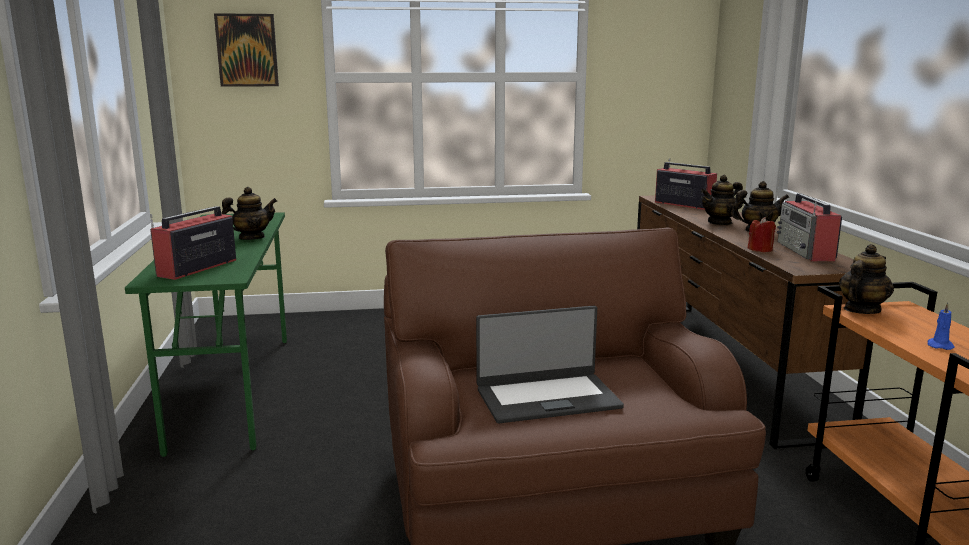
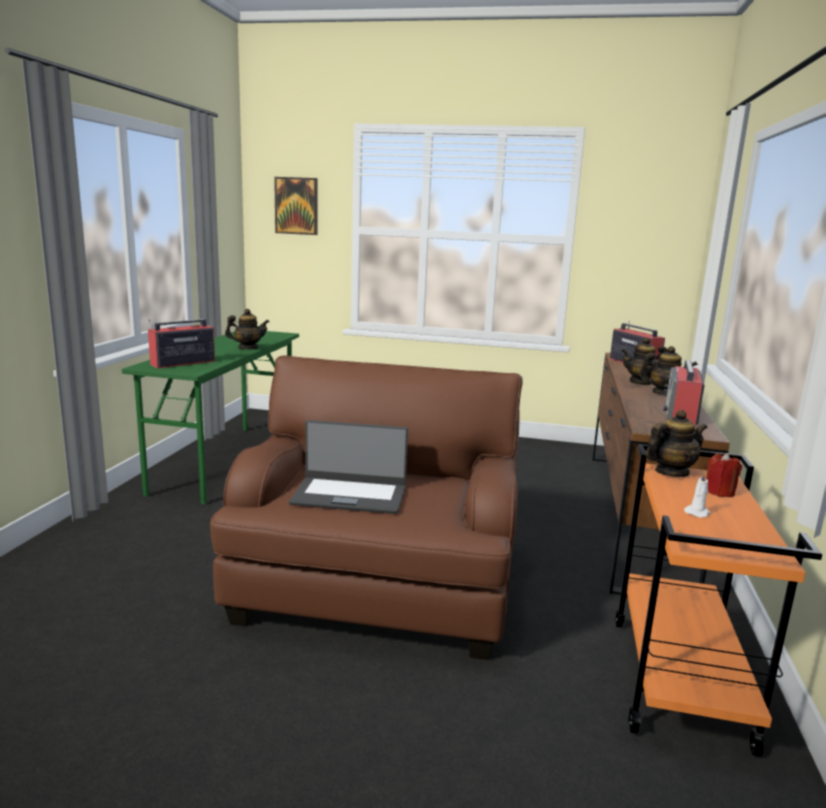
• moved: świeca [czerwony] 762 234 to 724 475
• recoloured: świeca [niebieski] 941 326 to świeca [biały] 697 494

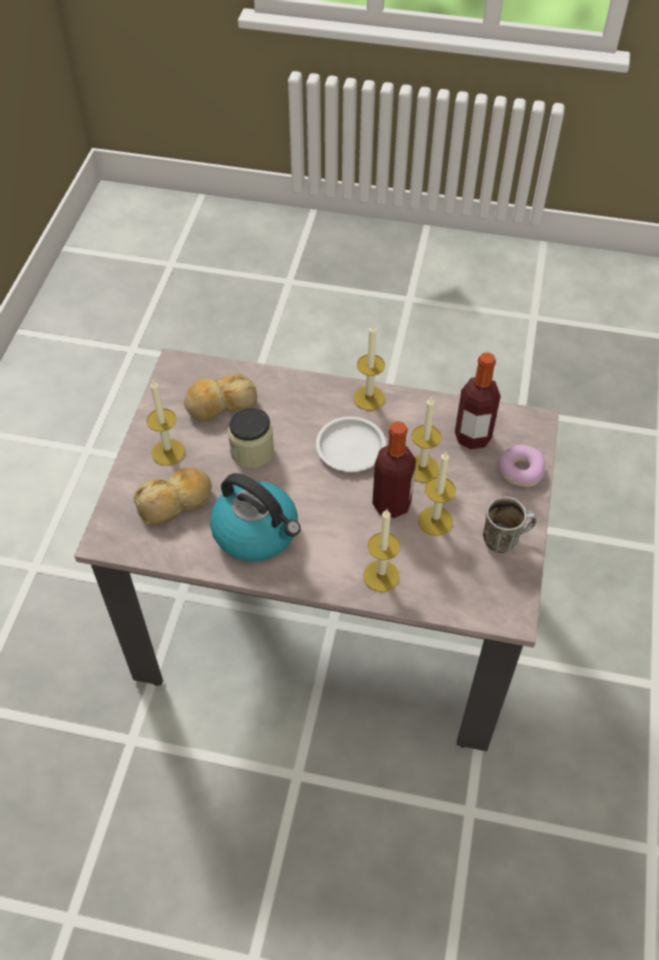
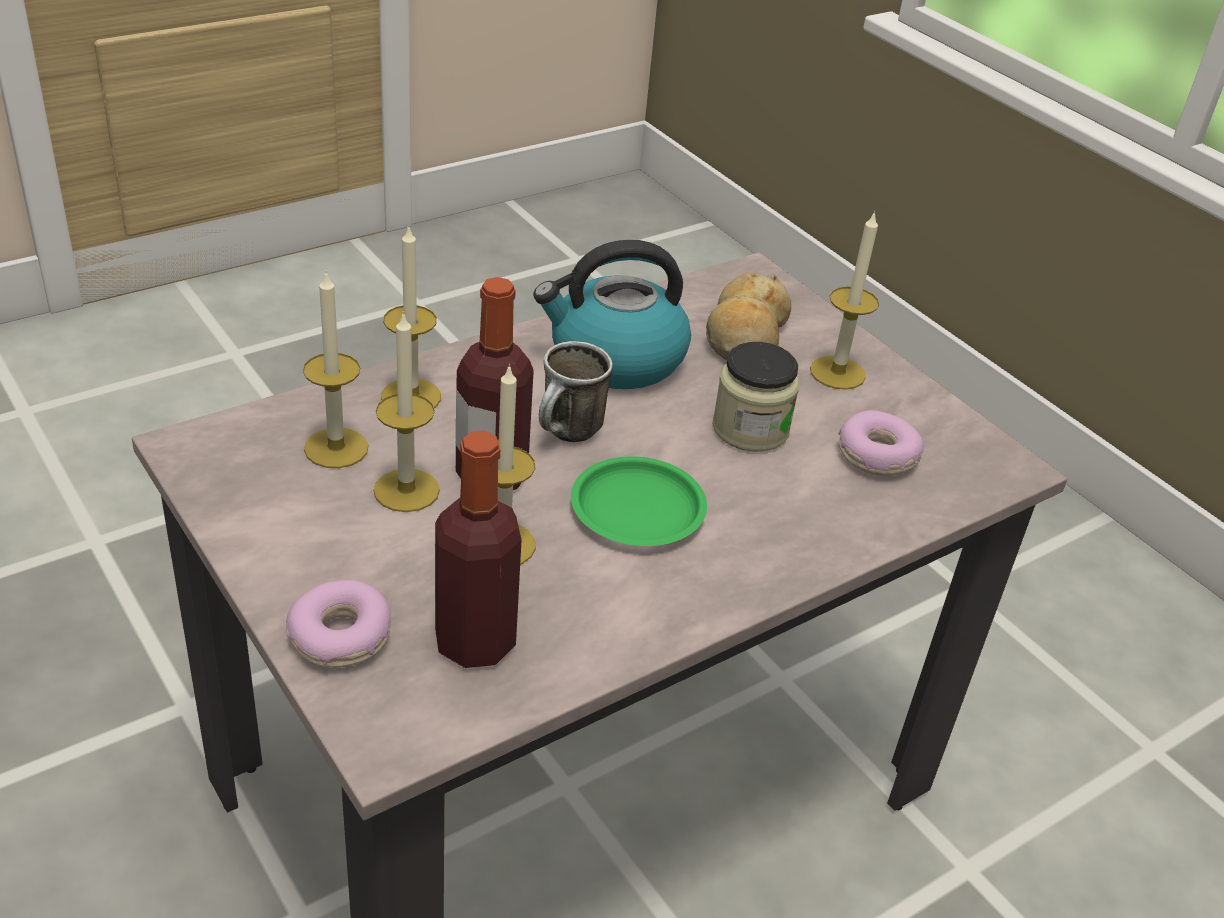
• replaced: chleb 220 398 to donut 881 443
• recoloured: talerz [biały] 351 444 to talerz [zielony] 639 501
• moved: świeca 369 367 to 336 370
• moved: kubek 510 525 to 576 391

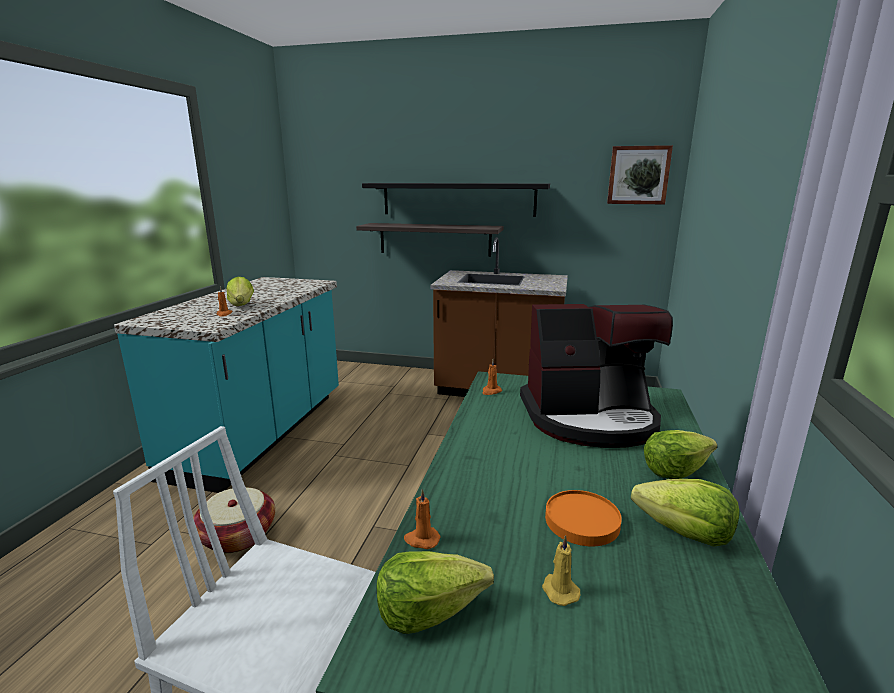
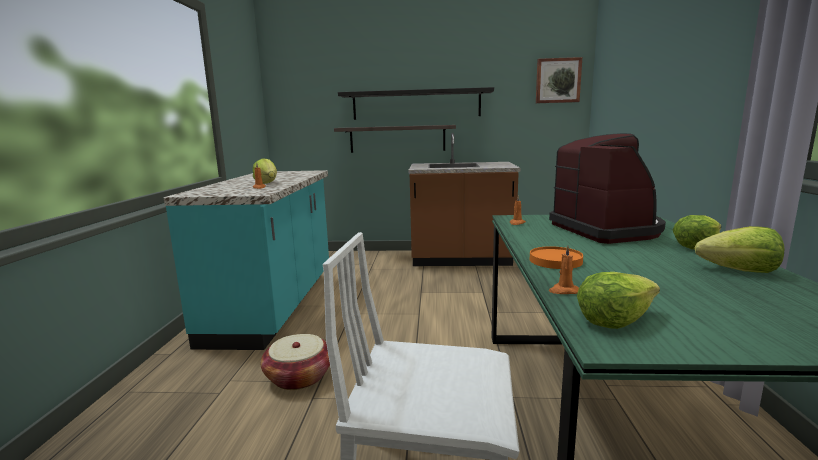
• turned: ekspres do kawy 596 376 = 607 188 90 degrees counterclockwise
• removed: świeca [żółty] 561 570
• moved: talerz [pomarańczowy] 583 518 to 556 257

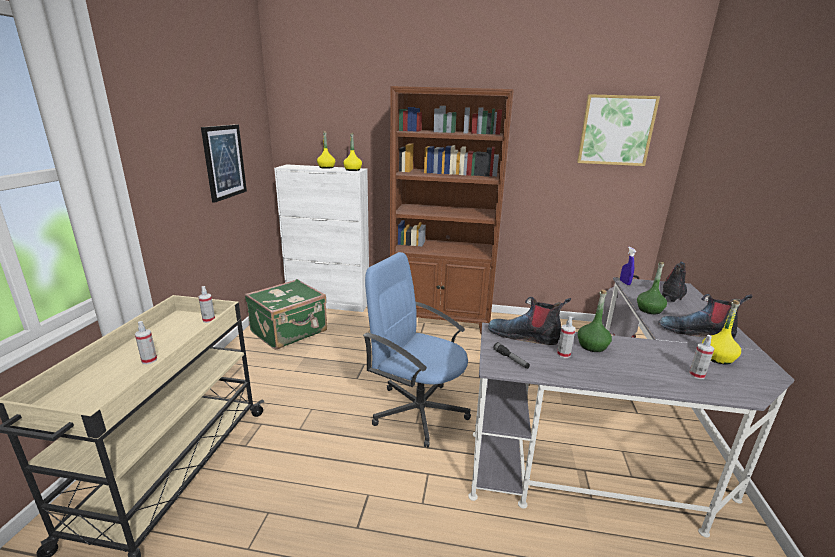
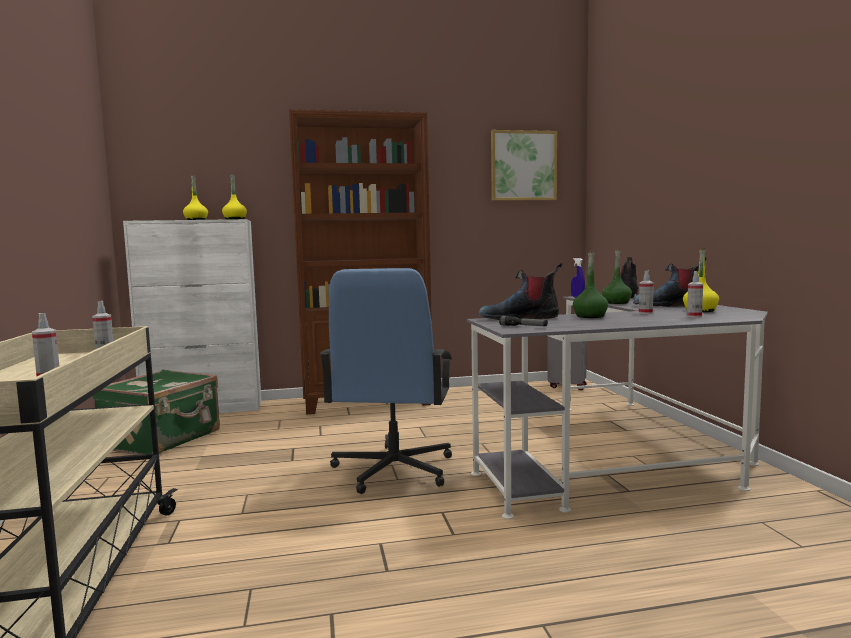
• removed: obraz 224 163
• turned: krzesło biurowe [niebieski] 417 350 = 385 381 90 degrees counterclockwise
• moved: spryskiwacz 566 337 to 646 292

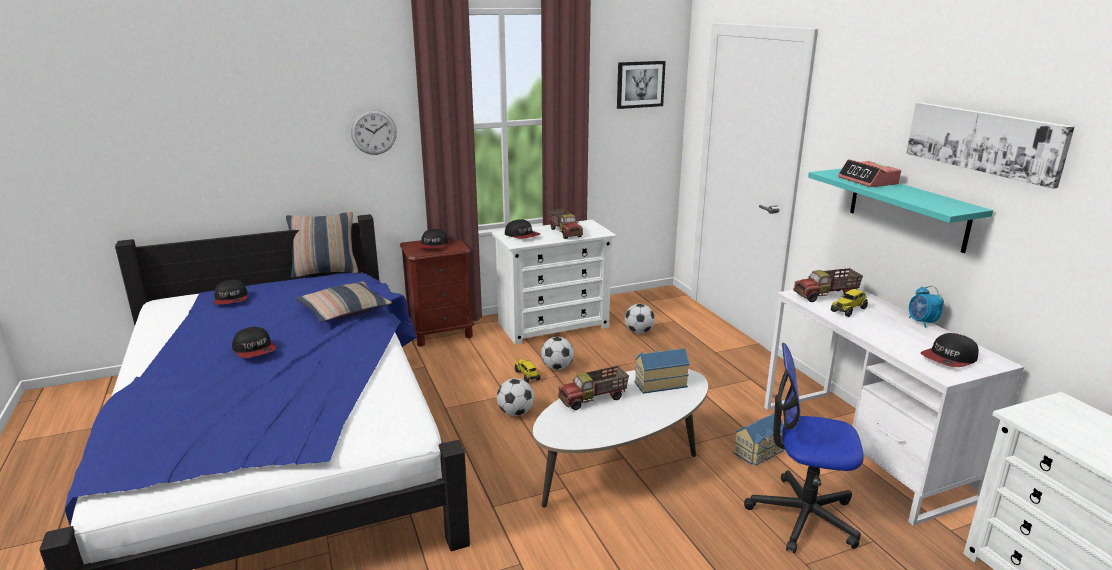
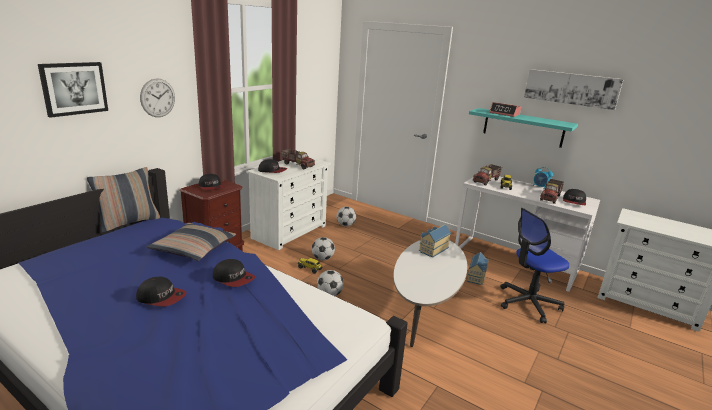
• moved: czapka z daszkiem 231 292 to 234 273
• moved: ciężarówka zabawkowa 593 388 to 552 191
• moved: obraz 641 85 to 73 90

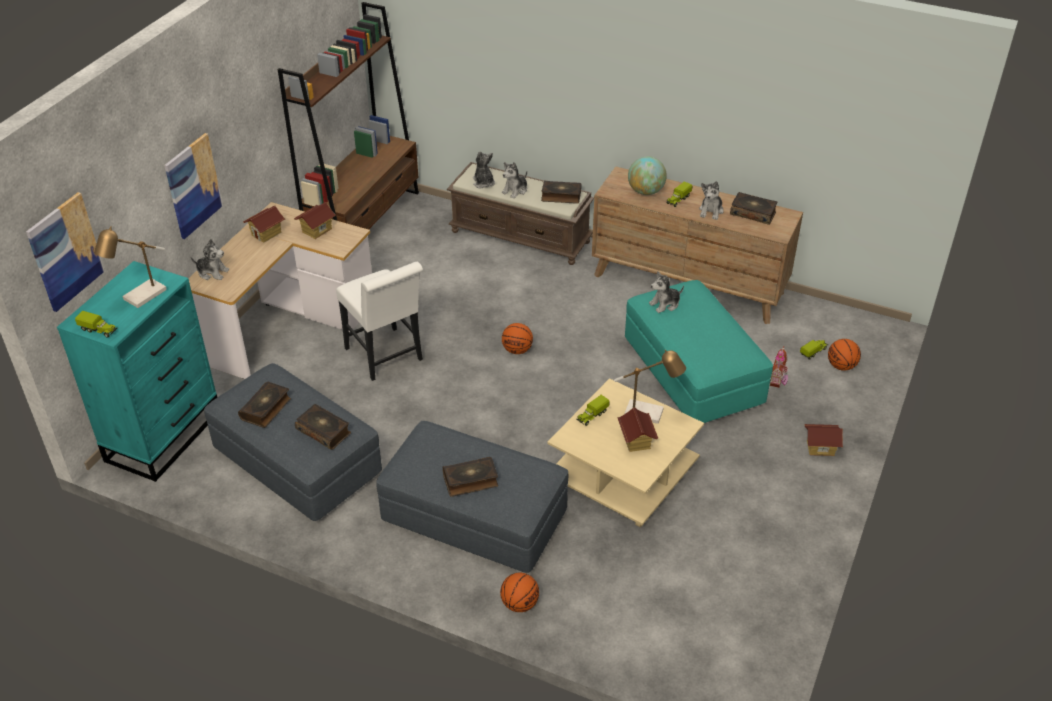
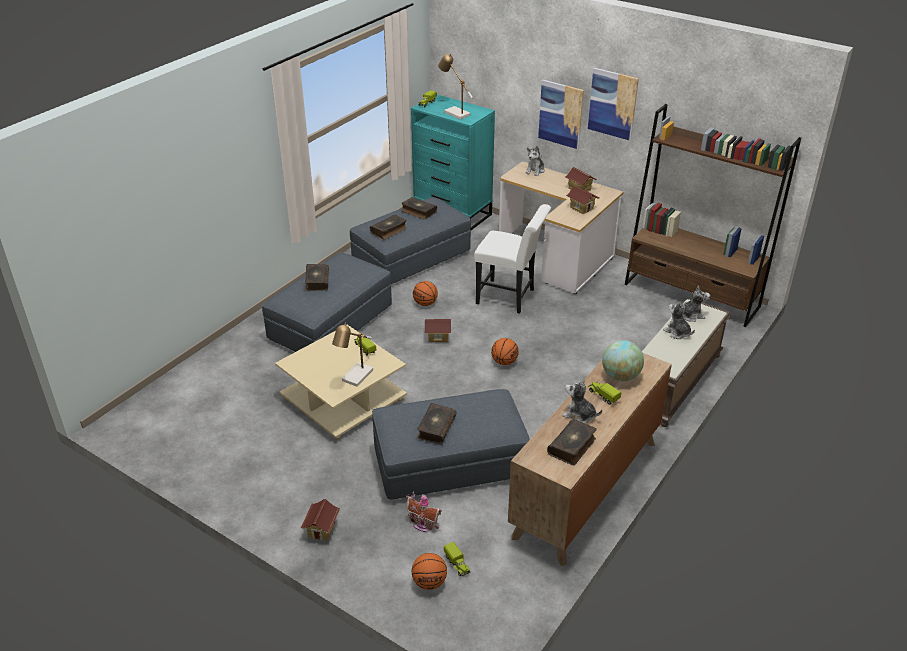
• moved: obraz 65 252 to 613 104
• turned: krzesło [biały] 379 321 = 512 258 135 degrees counterclockwise
• moved: piłka do koszykówki 519 592 to 425 293
• moved: książka 561 192 to 436 423
• moved: domek 637 429 to 438 330
• recoloured: pufa [turkusowy] 699 351 to pufa [szary] 451 444
• removed: pluszak 666 292

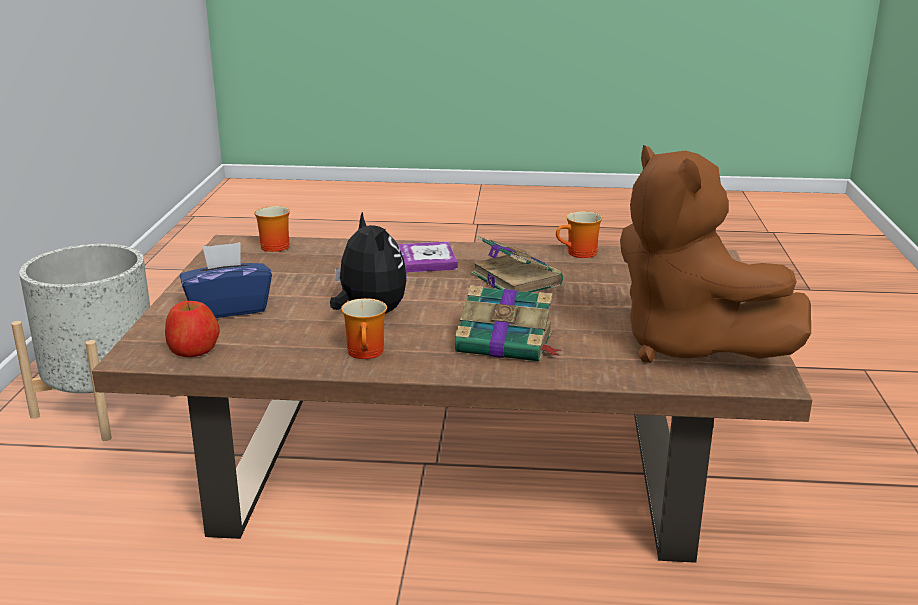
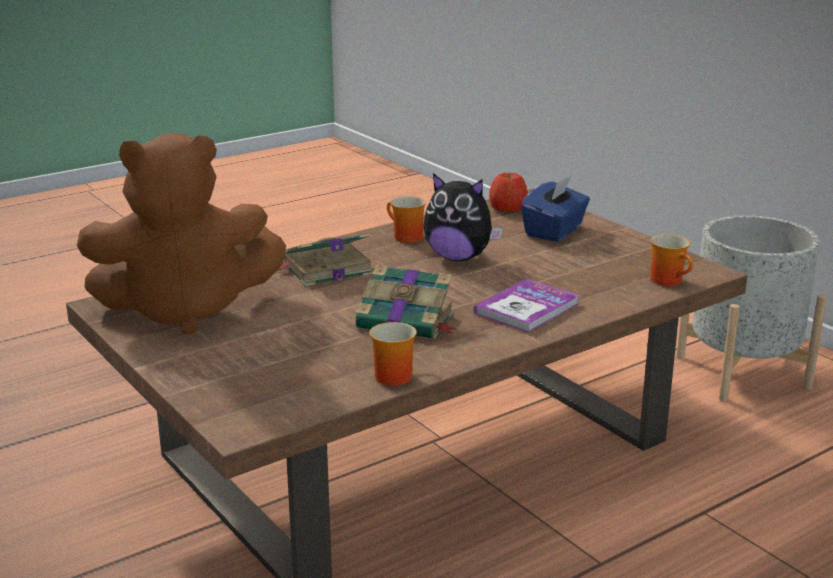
• turned: pluszak [brązowy] 715 254 = 181 234 150 degrees clockwise

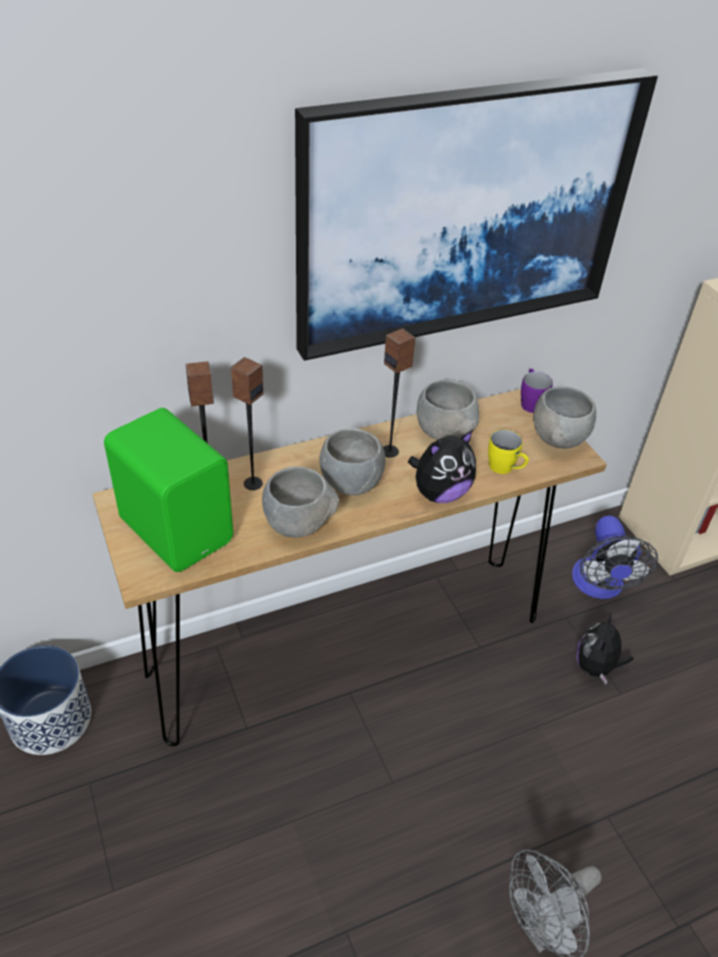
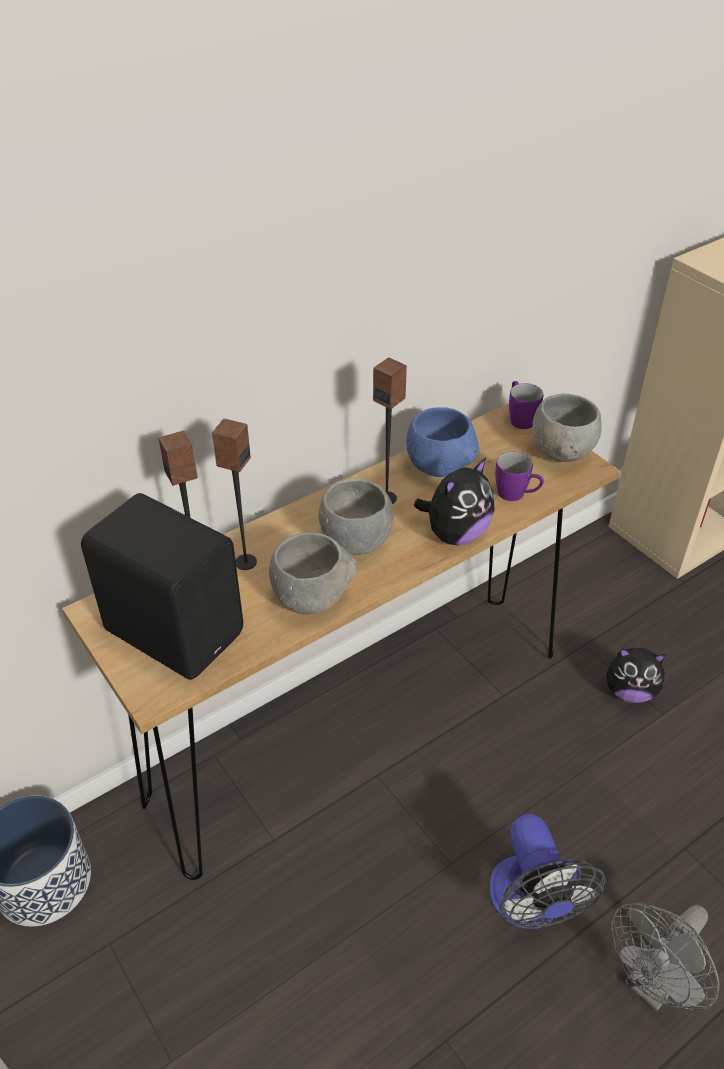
• recoloured: głośnik [zielony] 168 490 to głośnik [czarny] 162 586
• removed: obraz 476 214
• recoloured: miska [szary] 448 410 to miska [niebieski] 442 442
• recoloured: kubek [żółty] 508 451 to kubek [fioletowy] 519 476
• moved: wentylator 615 557 to 547 871
• turned: pluszak 605 648 = 636 675 90 degrees counterclockwise

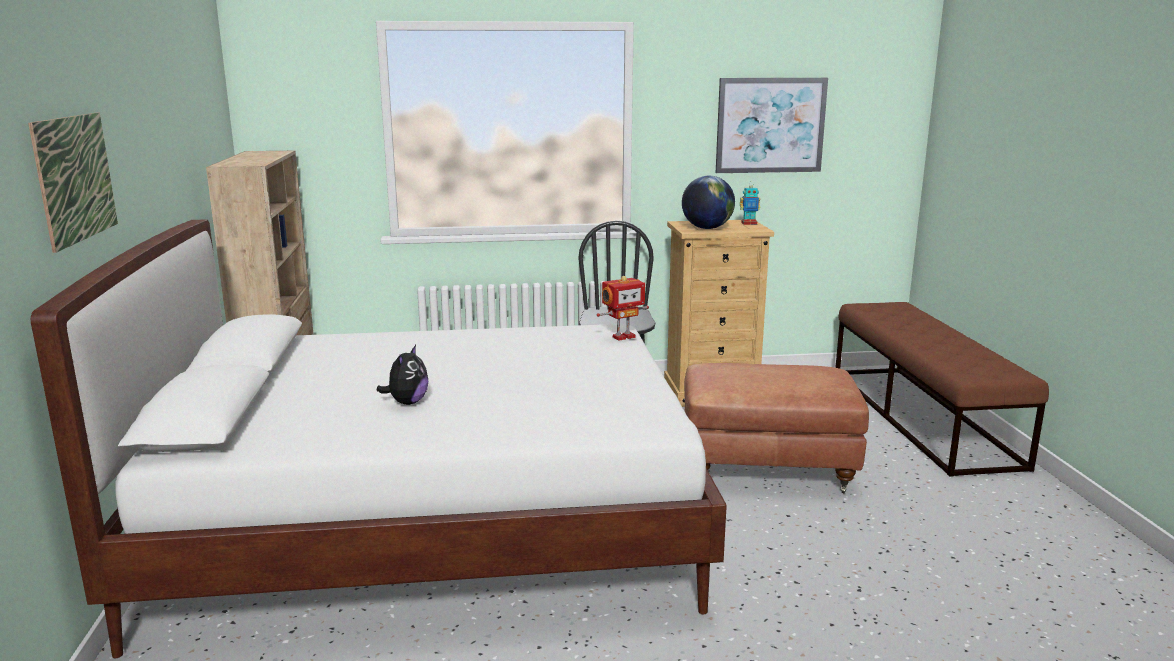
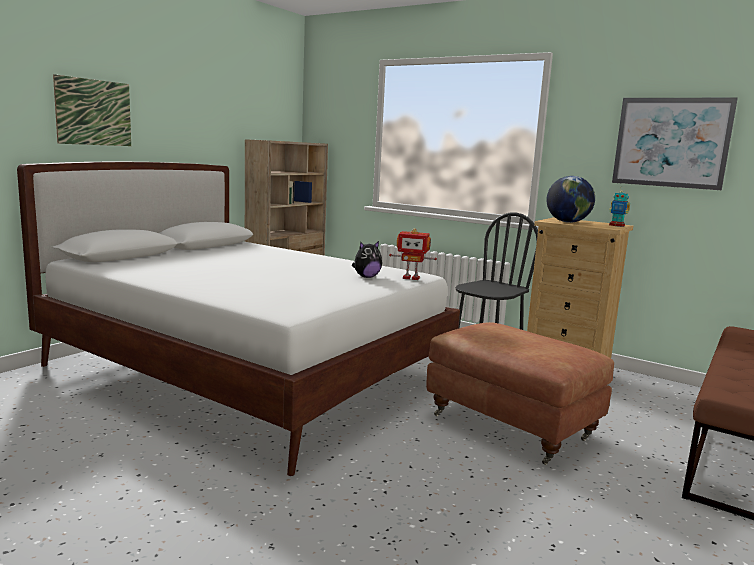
• moved: pluszak 402 375 to 367 259

